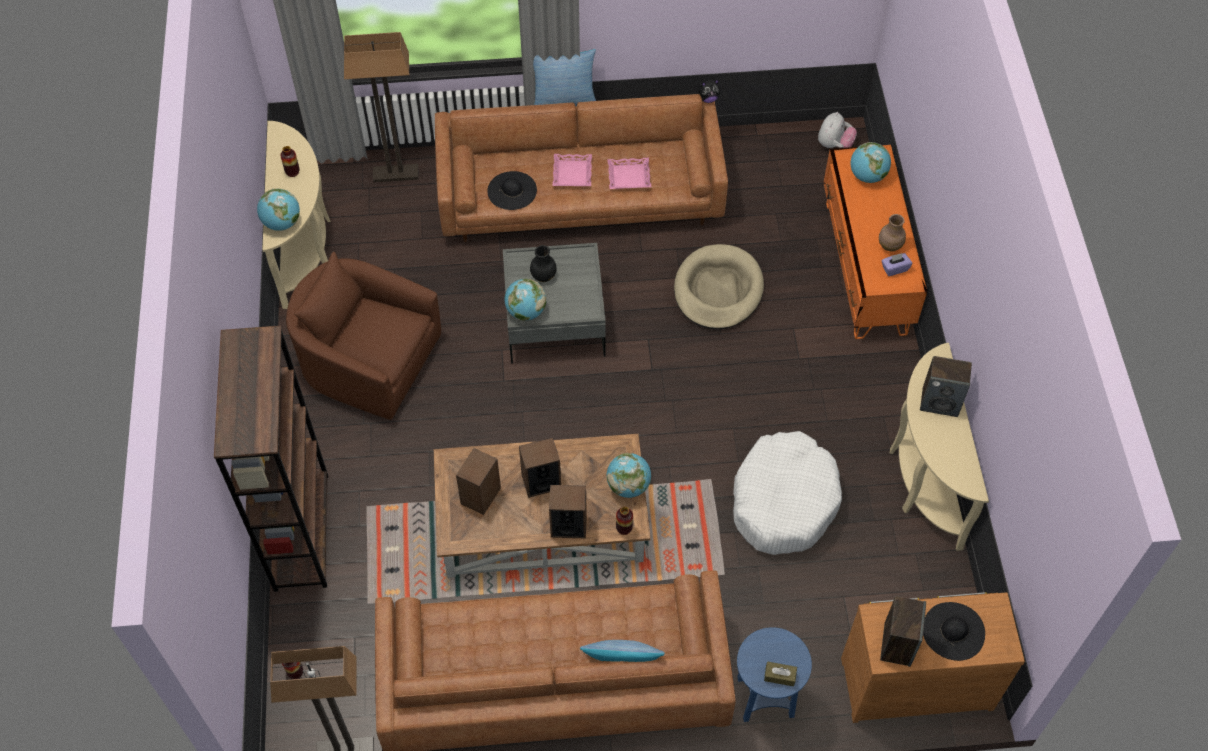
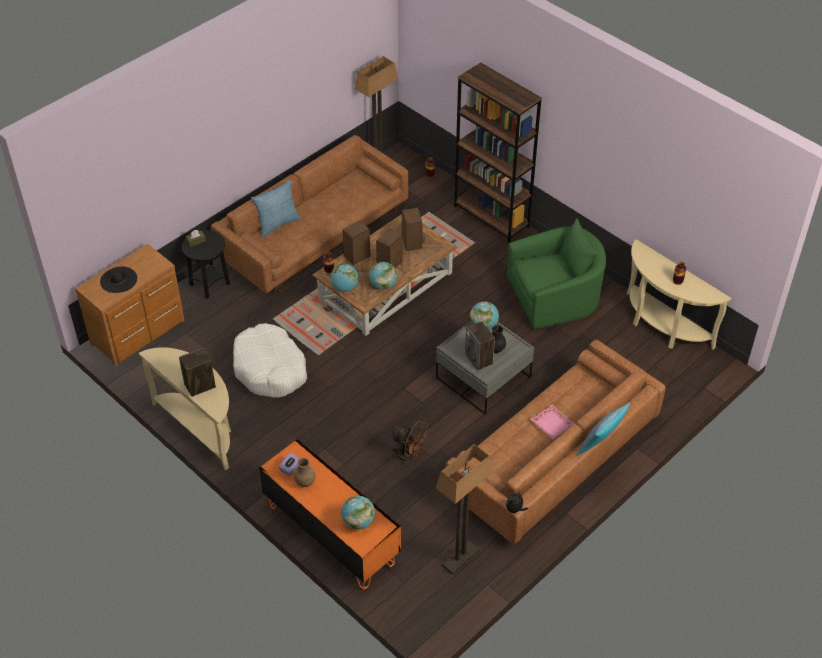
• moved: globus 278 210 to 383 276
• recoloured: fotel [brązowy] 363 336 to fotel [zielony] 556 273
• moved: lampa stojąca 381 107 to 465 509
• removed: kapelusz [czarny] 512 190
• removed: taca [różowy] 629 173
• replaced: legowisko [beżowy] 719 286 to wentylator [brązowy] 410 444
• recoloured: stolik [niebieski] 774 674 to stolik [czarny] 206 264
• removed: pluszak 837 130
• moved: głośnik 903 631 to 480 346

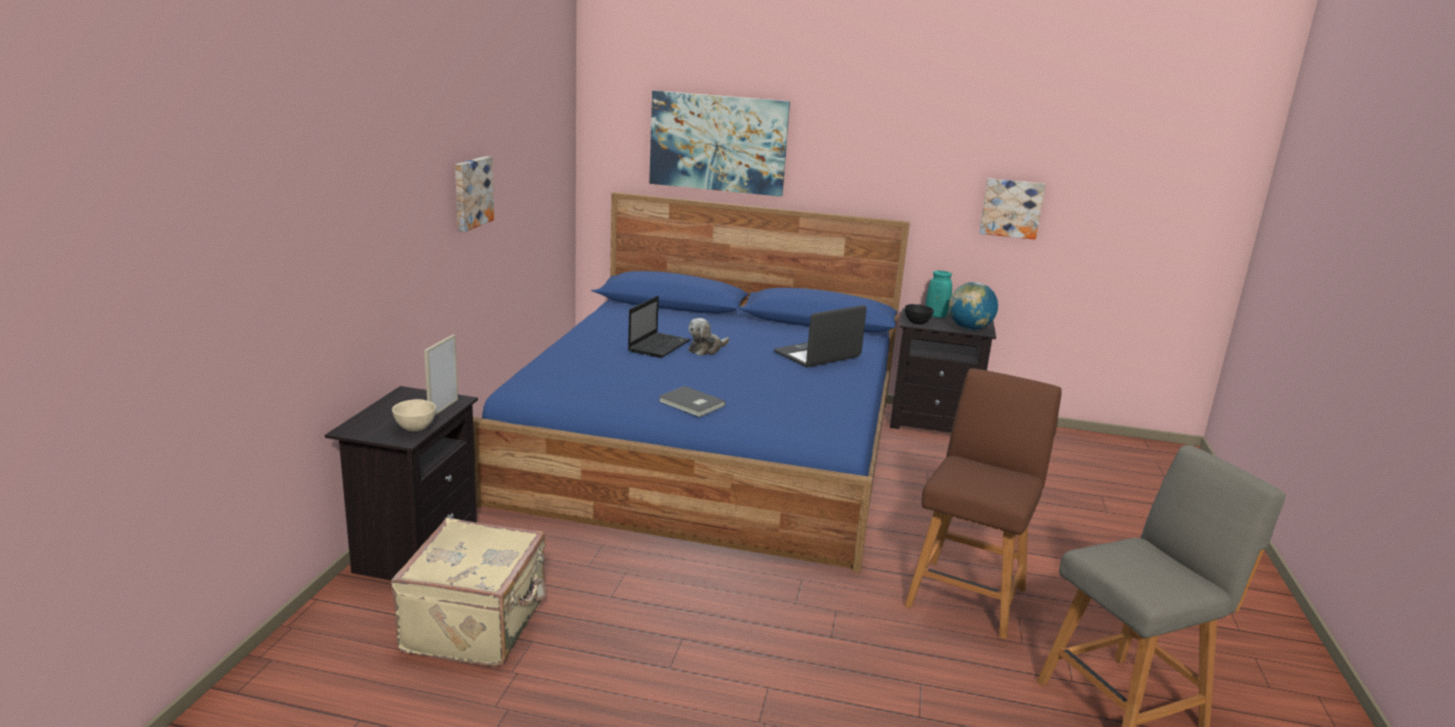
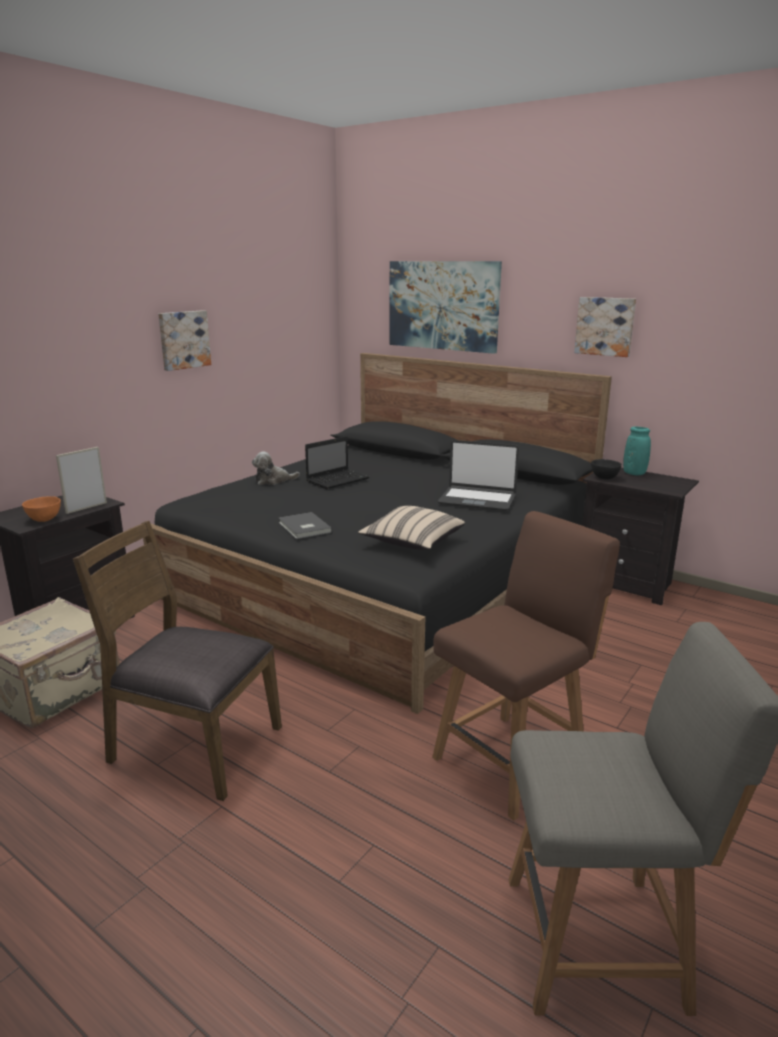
• recoloured: miska [beżowy] 414 415 to miska [pomarańczowy] 41 509
• recoloured: łóżko [niebieski] 691 382 to łóżko [czarny] 377 533
• moved: pluszak 708 337 to 276 468
• turned: laptop 820 336 = 478 475 150 degrees counterclockwise
• removed: globus 973 306
• moved: obraz 1012 209 to 605 327
• added: krzesło [brązowy] 177 661
• added: poduszka [beżowy] 411 528

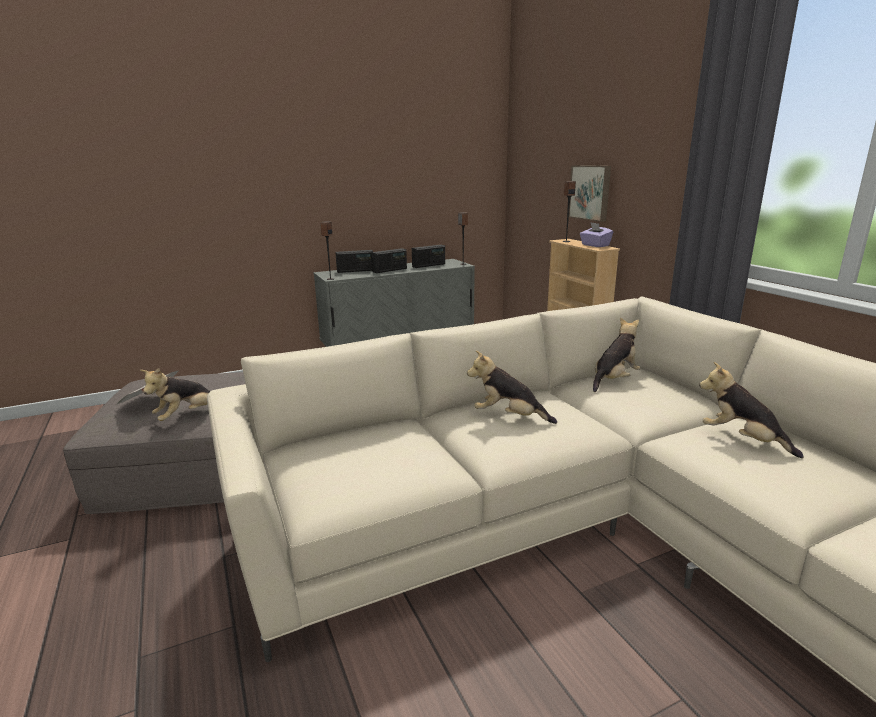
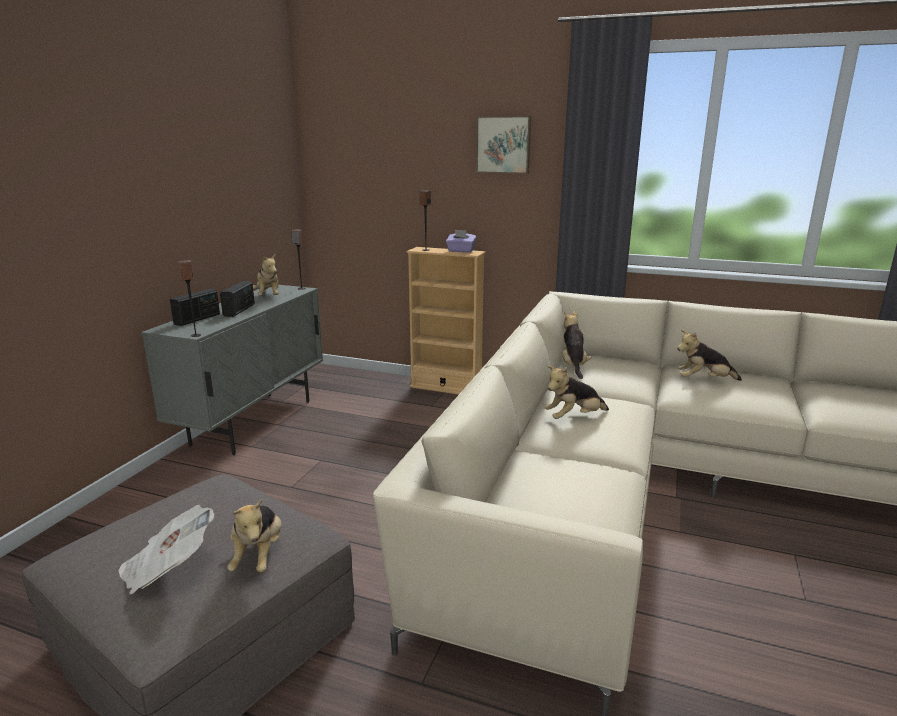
• replaced: radio 428 256 to pluszak 266 274
• moved: obraz 590 193 to 503 145

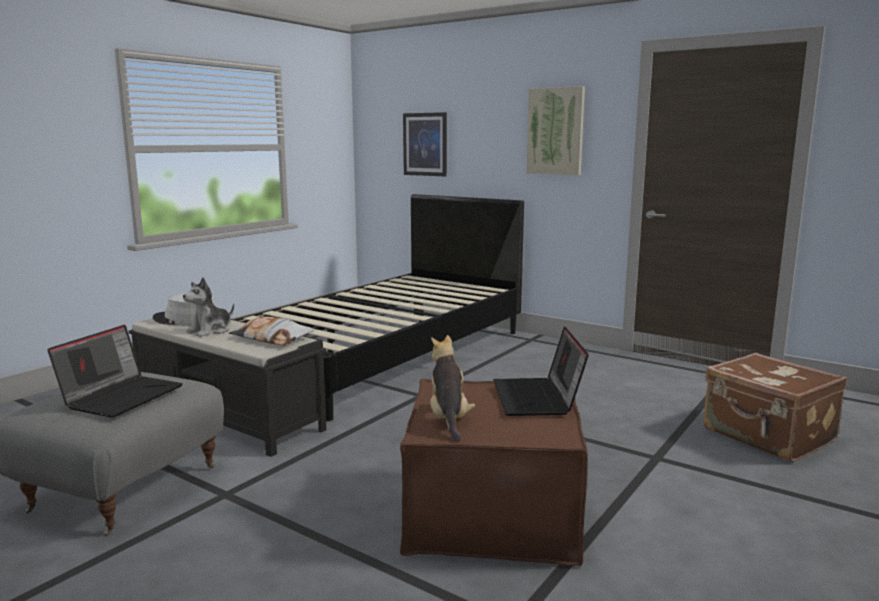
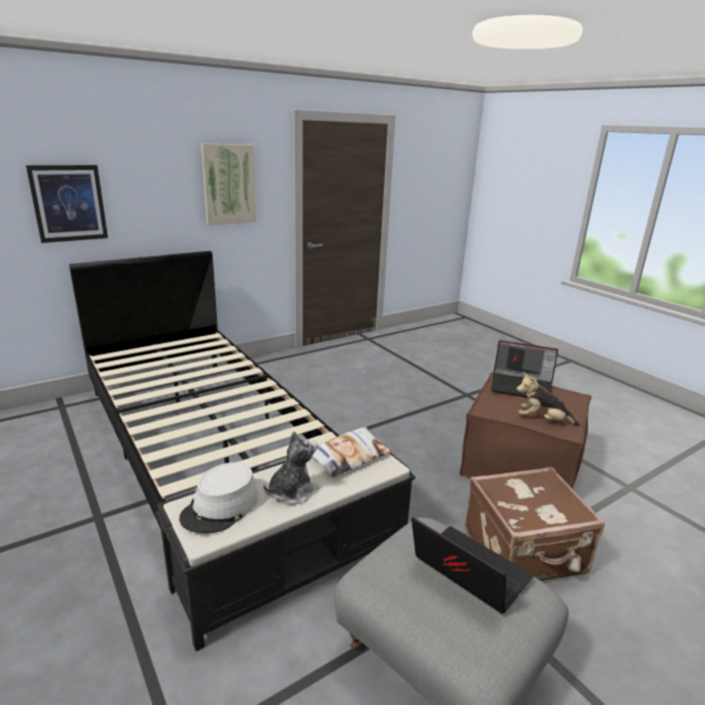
• turned: pluszak 208 307 = 291 468 105 degrees counterclockwise
• moved: walizka [brązowy] 775 407 to 535 524

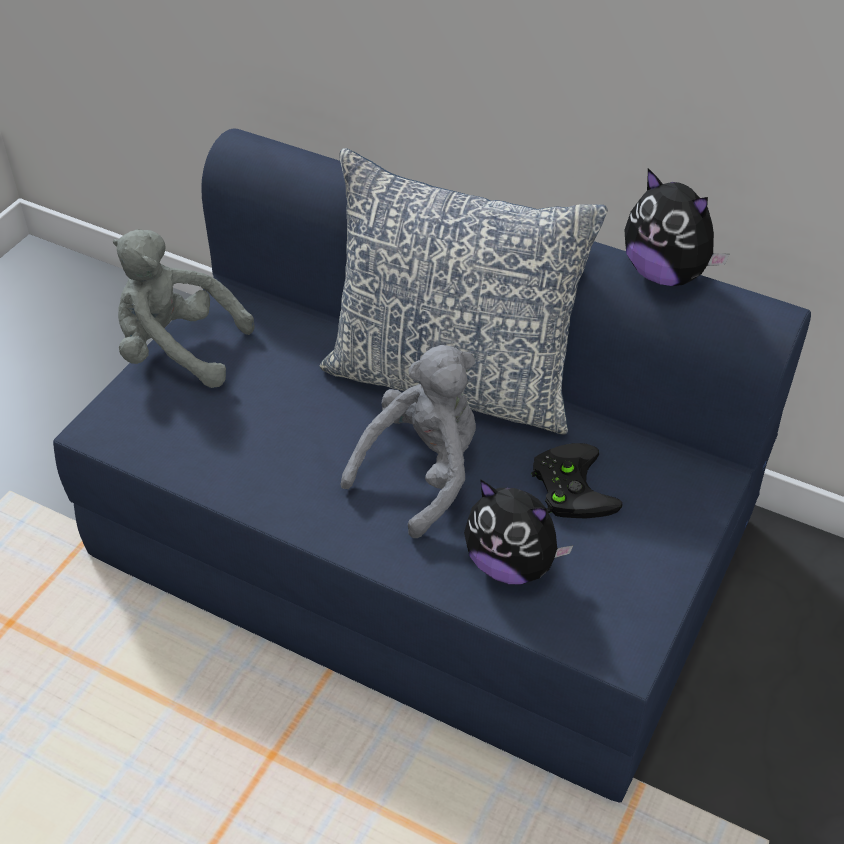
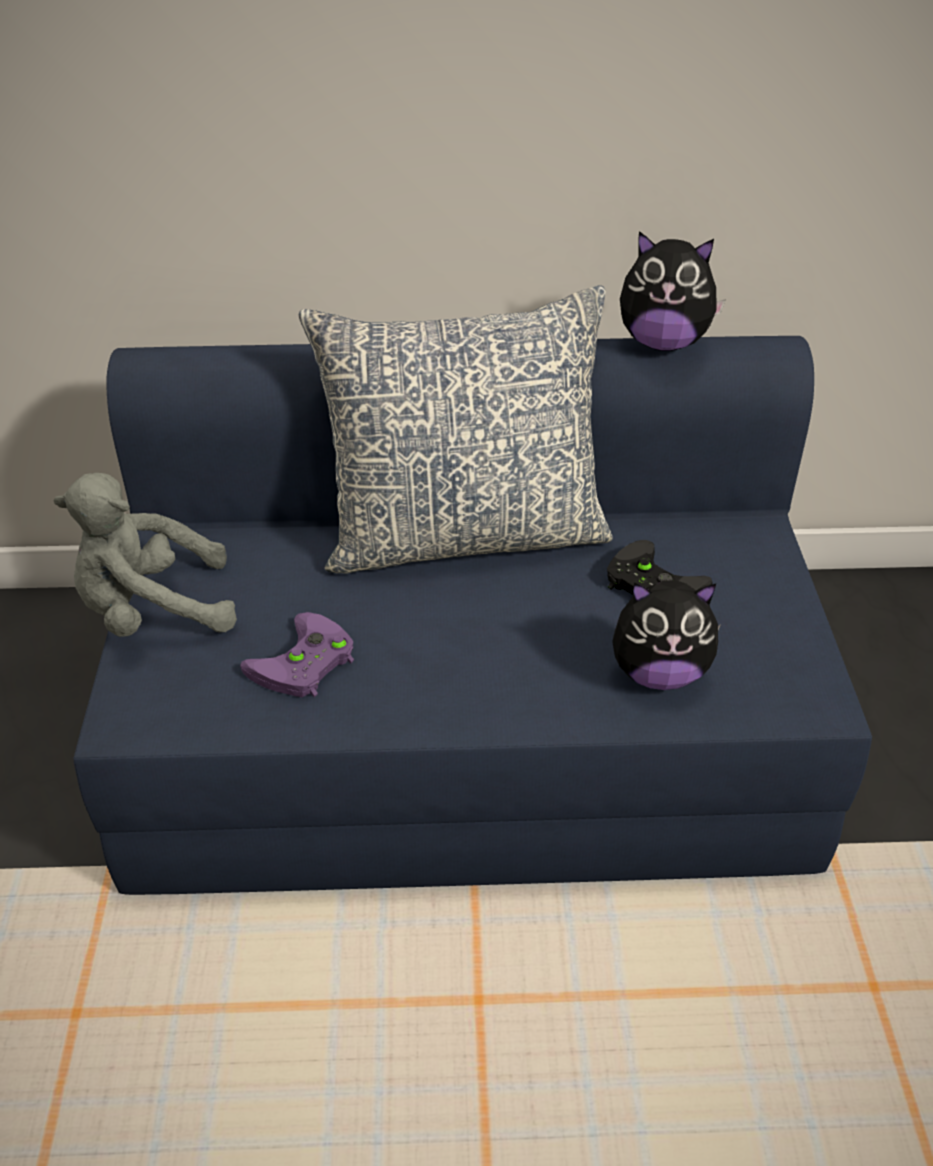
• removed: pluszak [szary] 408 441
• added: pad do gier [fioletowy] 297 654

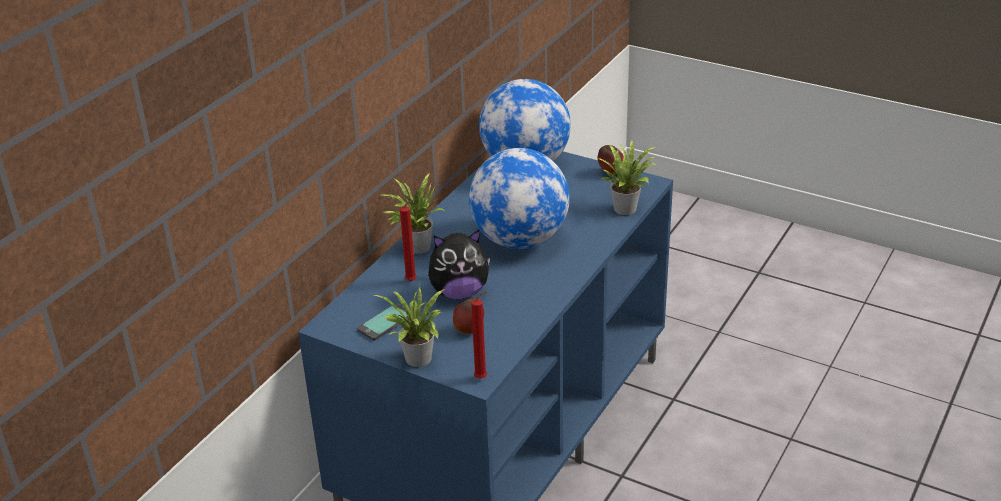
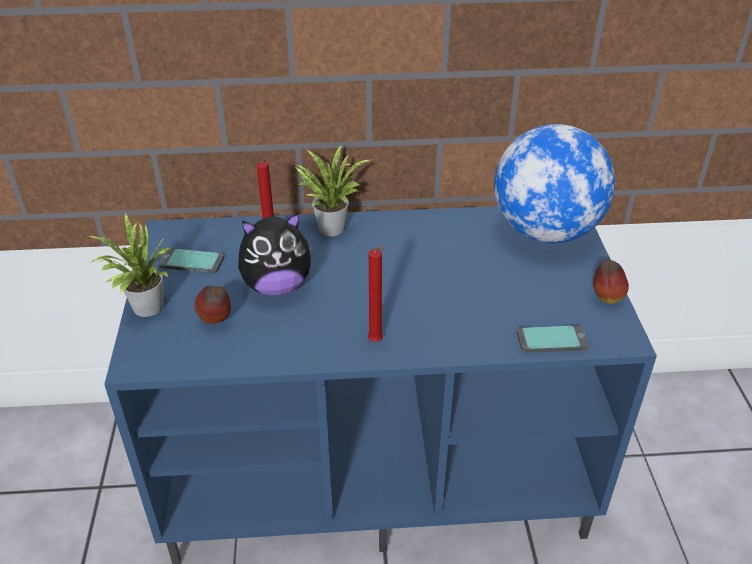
• turned: pluszak 459 264 = 275 253 60 degrees counterclockwise
• removed: globus 519 198
• moved: świeca [czerwony] 479 335 to 377 293
• replaced: roślina doniczkowa 628 177 to telefon 553 339

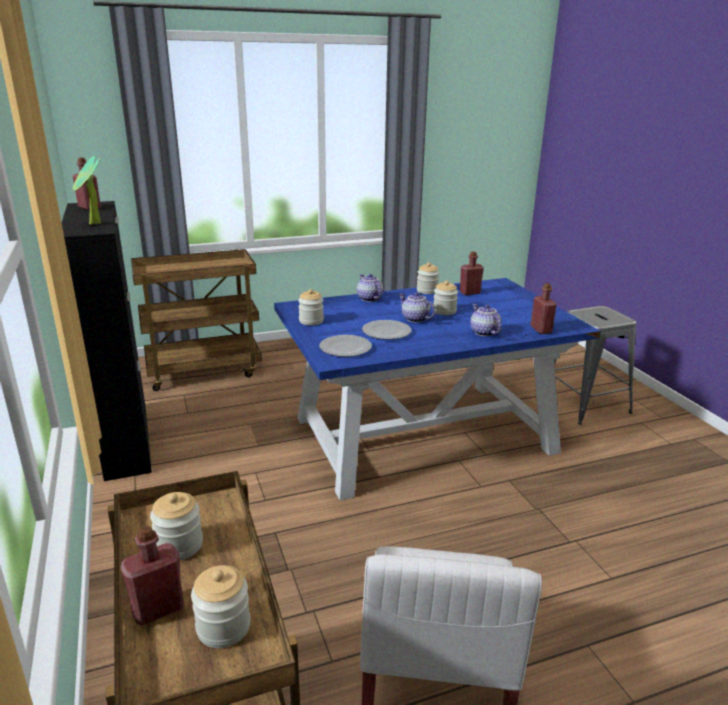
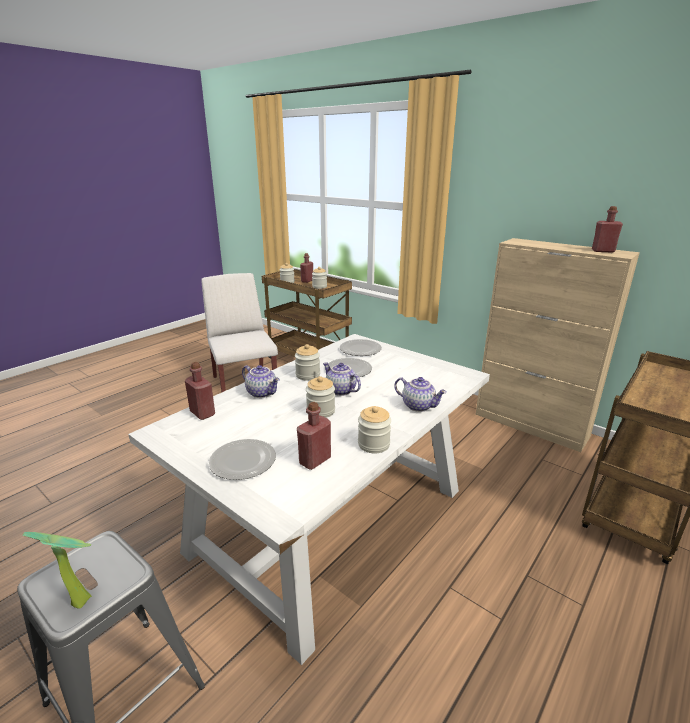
• recoloured: szafka [czarny] 107 341 to szafka [beżowy] 557 345
• moved: roślina doniczkowa 87 190 to 57 570
• recoloured: stół jadalny [niebieski] 437 389 to stół jadalny [biały] 309 499
• moved: słoik 311 307 to 307 362
• turned: imbryk 417 307 = 342 379 150 degrees counterclockwise
• added: talerz 242 459

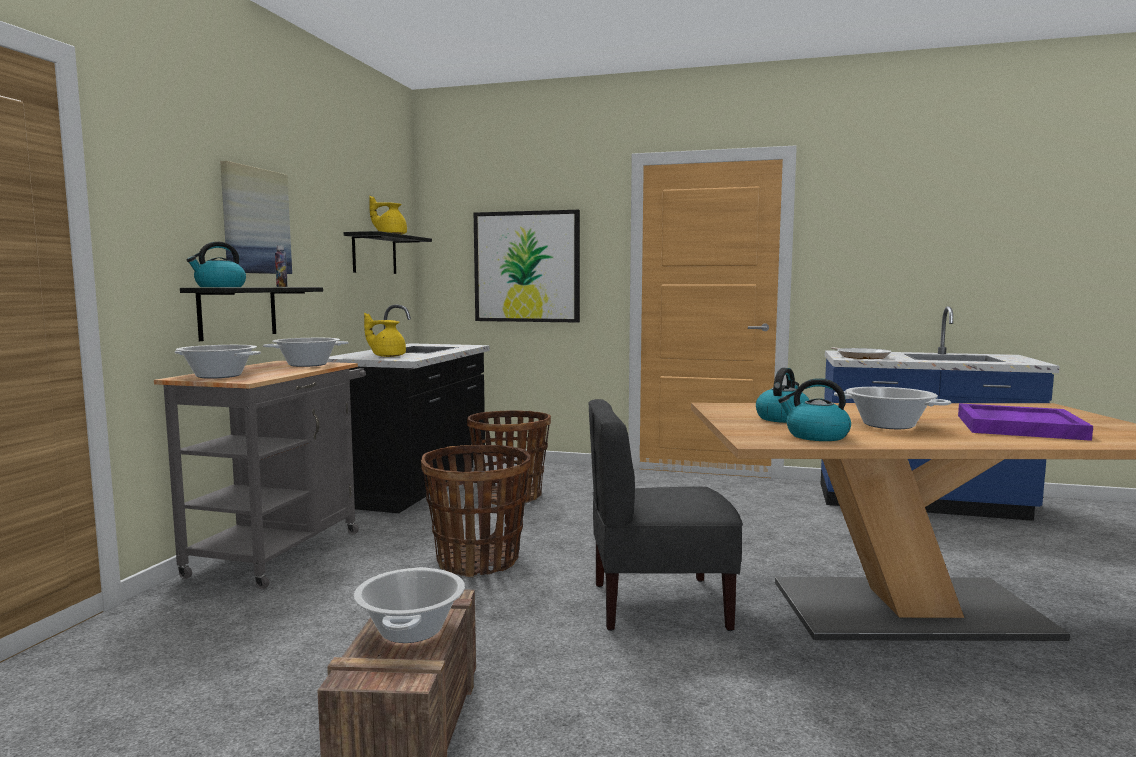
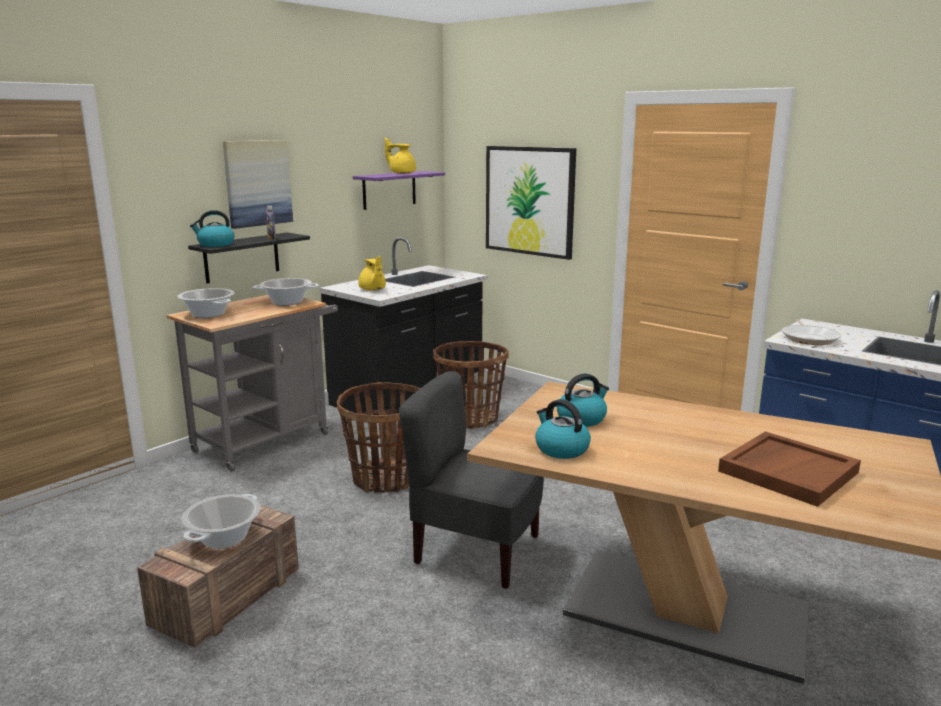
• recoloured: półka [czarny] 388 252 to półka [fioletowy] 399 190
• turned: imbryk [żółty] 385 335 = 372 273 150 degrees counterclockwise
• removed: garnek 892 408
• recoloured: taca [fioletowy] 1025 422 to taca [brązowy] 789 469

